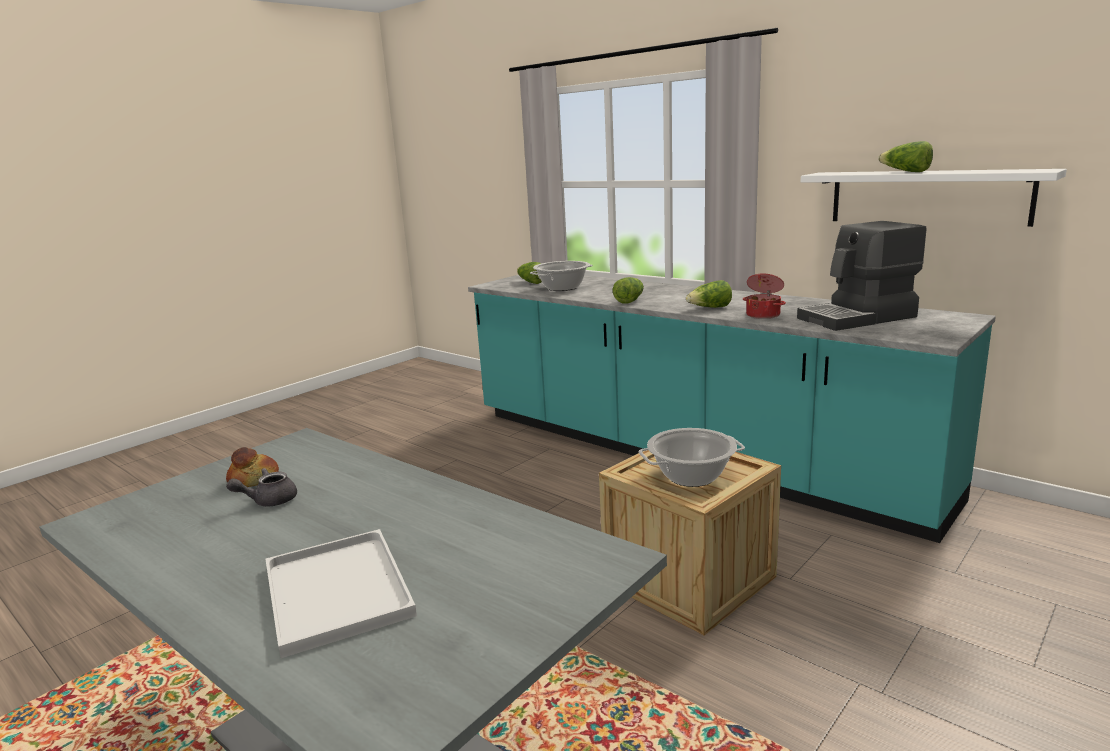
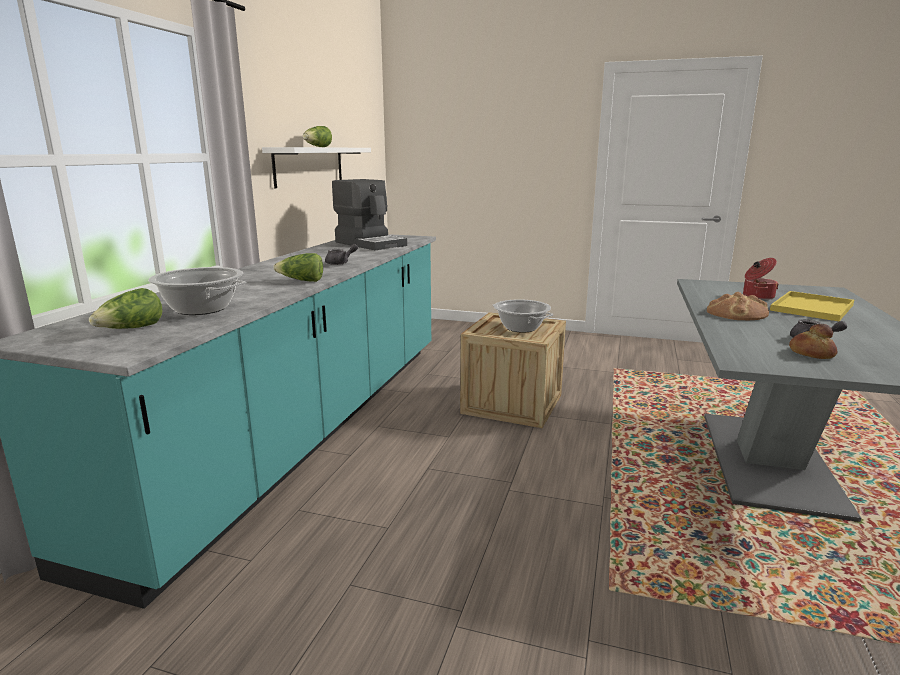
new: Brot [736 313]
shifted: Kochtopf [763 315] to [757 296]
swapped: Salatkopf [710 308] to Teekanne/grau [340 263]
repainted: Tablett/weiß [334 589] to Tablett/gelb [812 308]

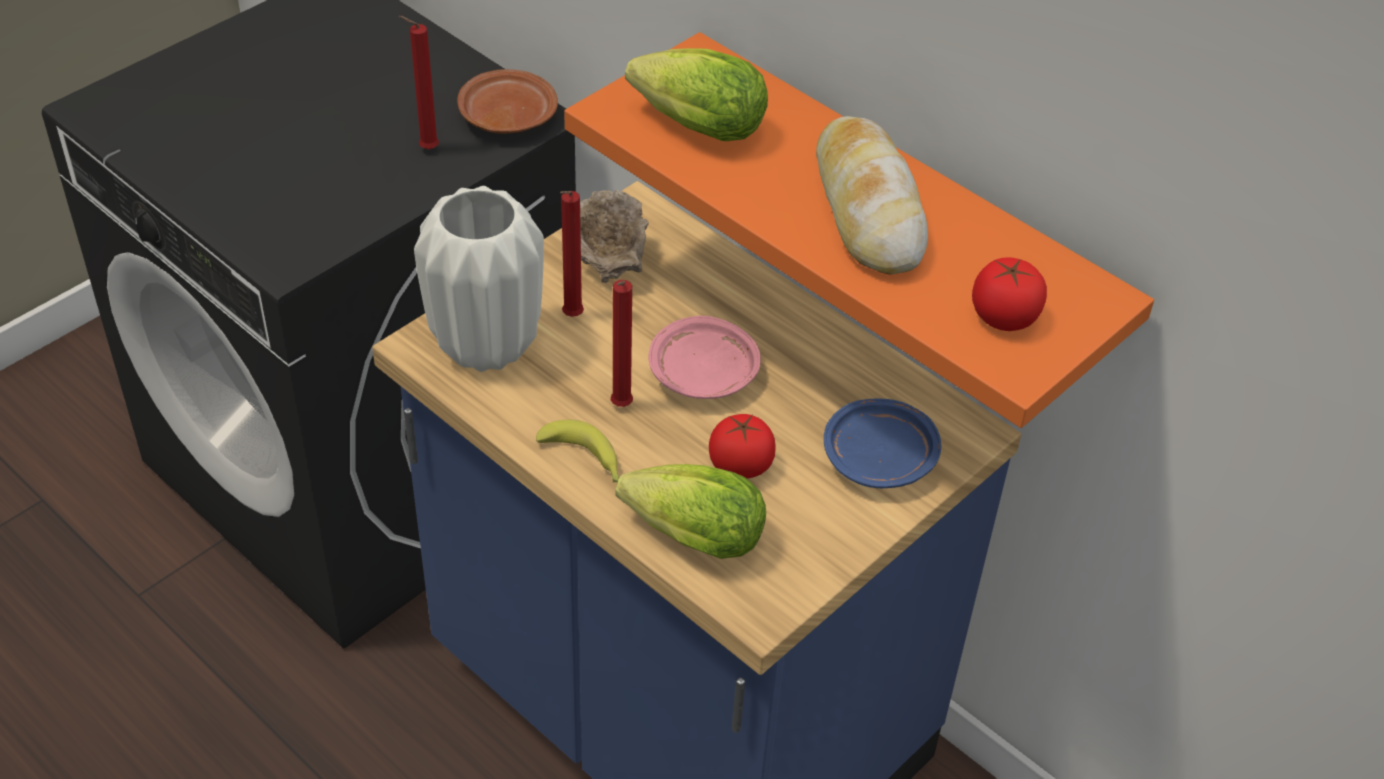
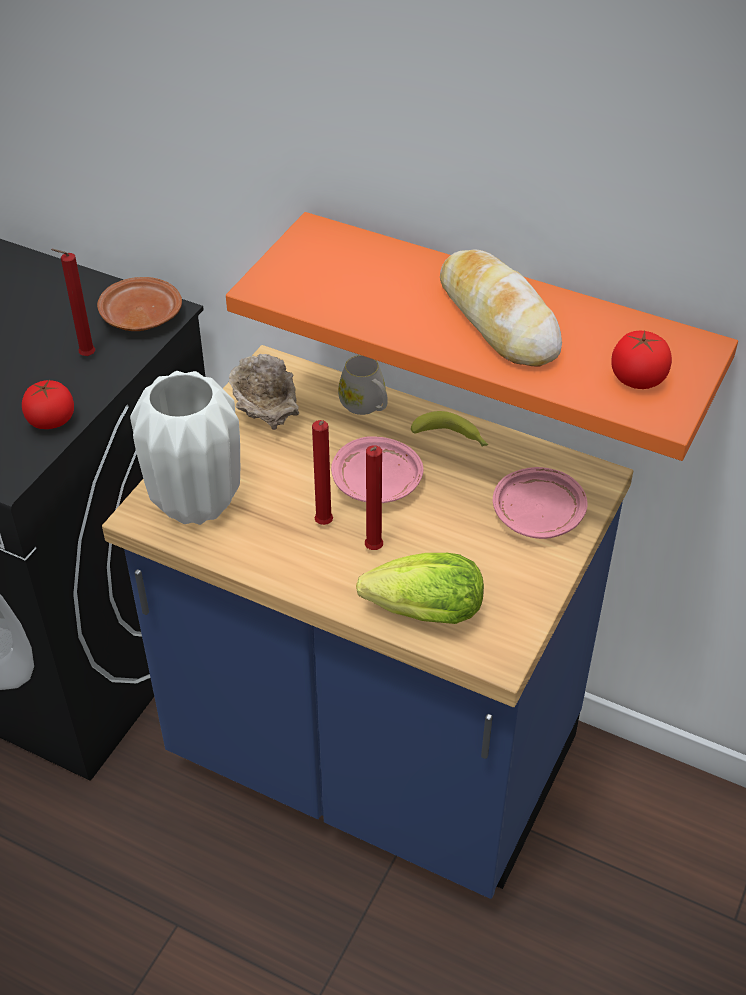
gone: Salatkopf [692 125]
new: Henkelbecher/weiß [366 406]
shifted: Tomate [740 465] to [51 421]; Kerze/rot [570 318] to [373 551]; Banane [585 460] to [451 438]
repainted: Teller/blau [880 457] to Teller/rosa [538 514]

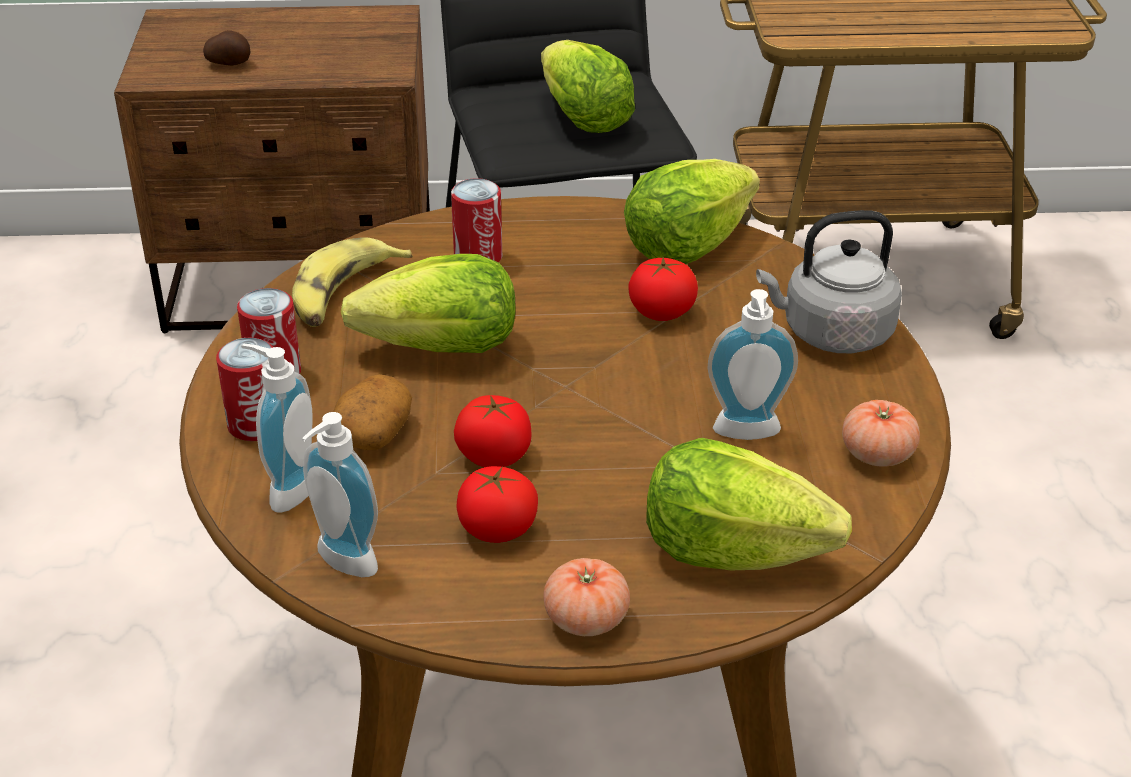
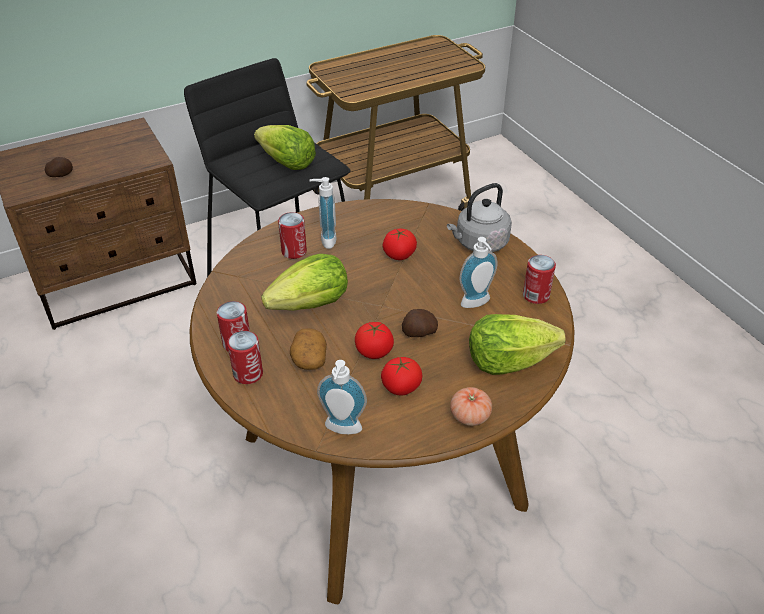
gone: Banane [344 295]; Salatkopf [686 246]
new: Kartoffel [419 333]
shifted: Seifenspender [286 489] to [325 240]
swapped: Tomate [877 454] to Dose [536 295]

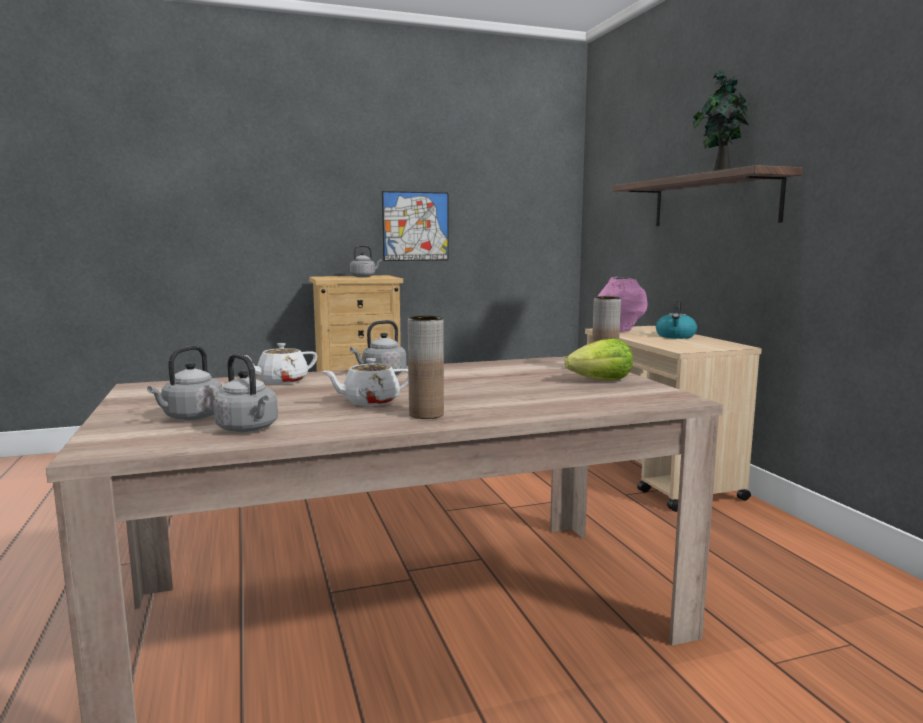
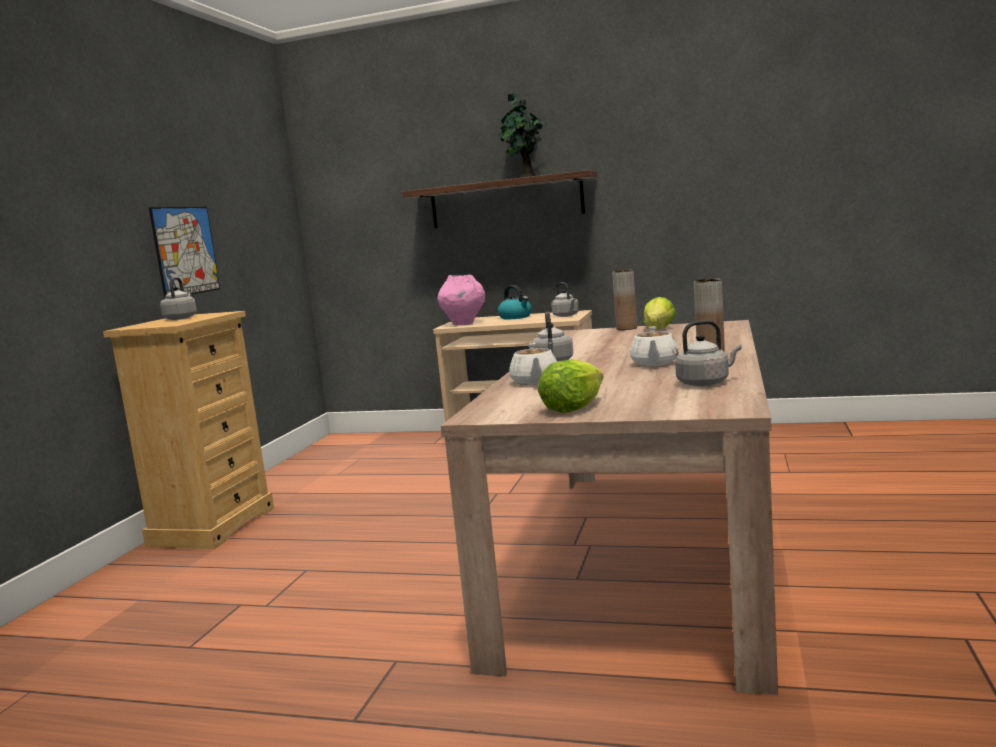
new: Salatkopf [572 408]
shifted: Wasserkessel/grau [191 417] to [566 316]

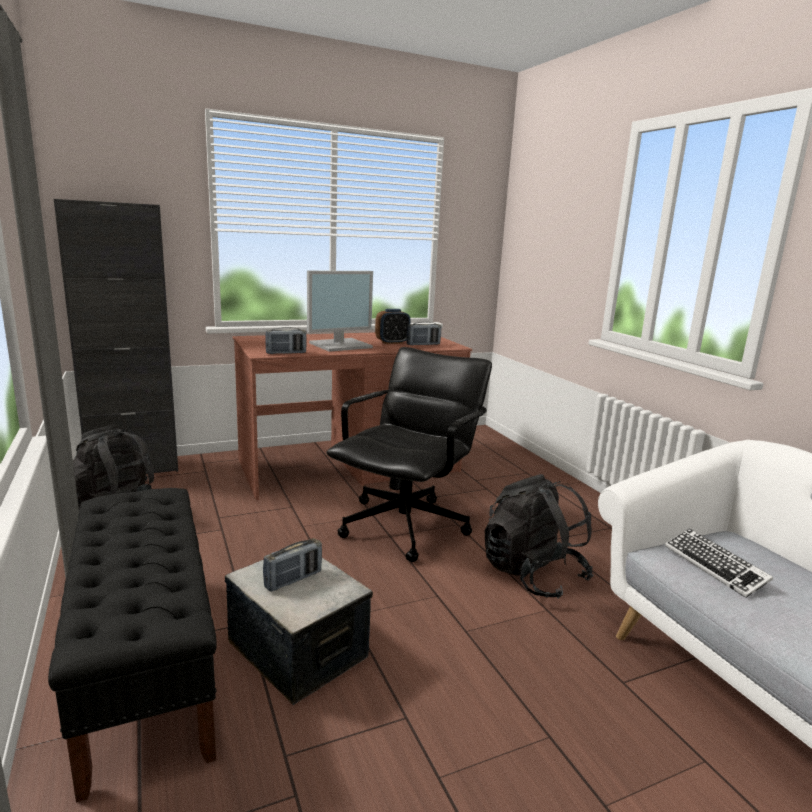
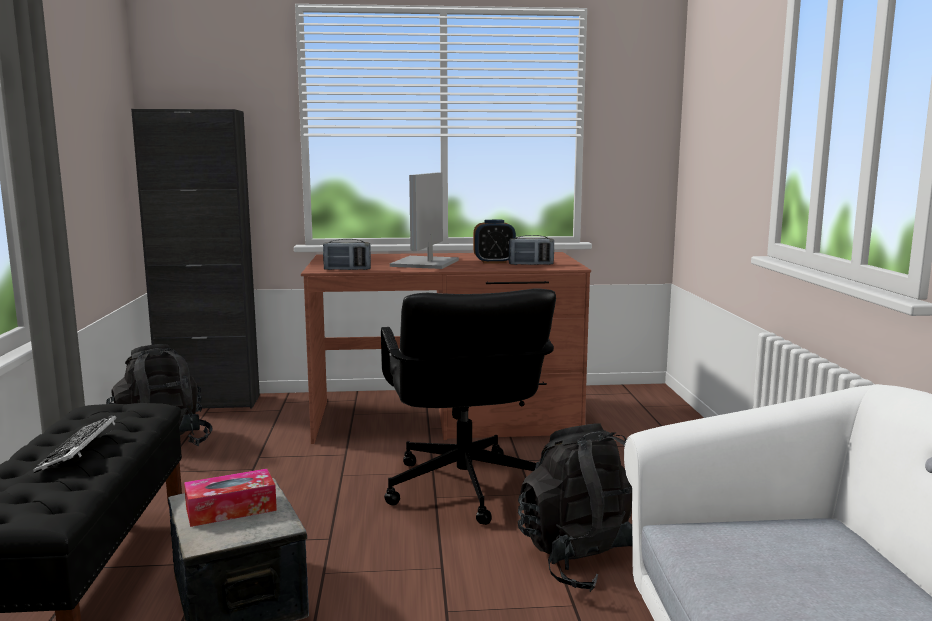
shifted: Tastatur [714 567] to [79 450]
swapped: Radio [293 580] to Taschentuchbox [231 509]
rotated: Bürostuhl/schwarz [406 526] = [463 488] 120 degrees clockwise; Monitor [341 345] = [425 263] 120 degrees clockwise

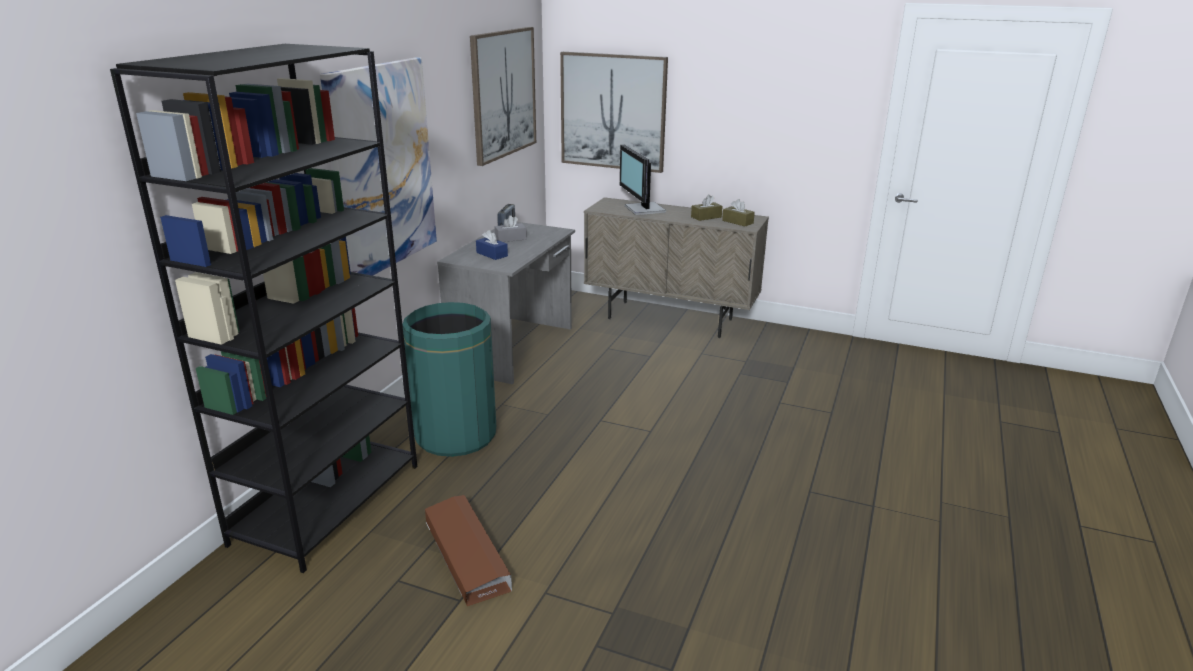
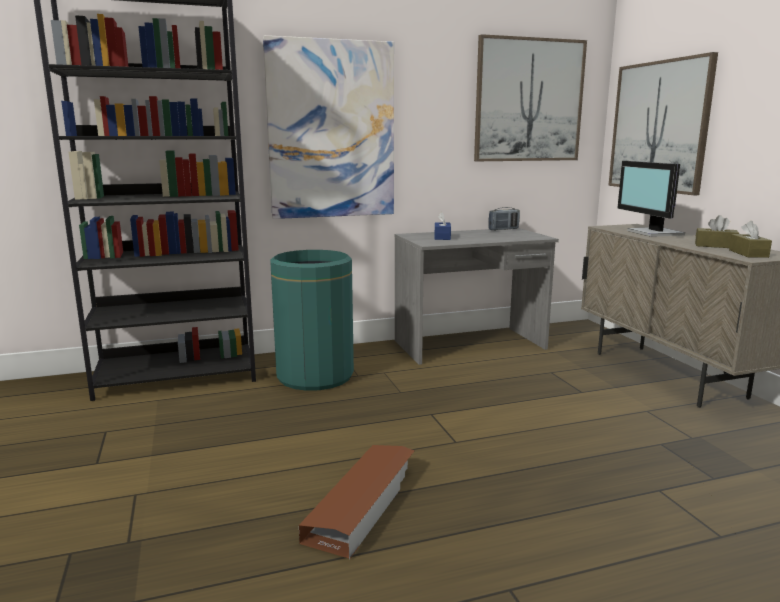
gone: Taschentuchbox/grau [510 238]
shifted: Aufbewahrungsbox/braun [466 554] to [363 503]
rotated: Monitor [643 209] = [653 233] 45 degrees counterclockwise

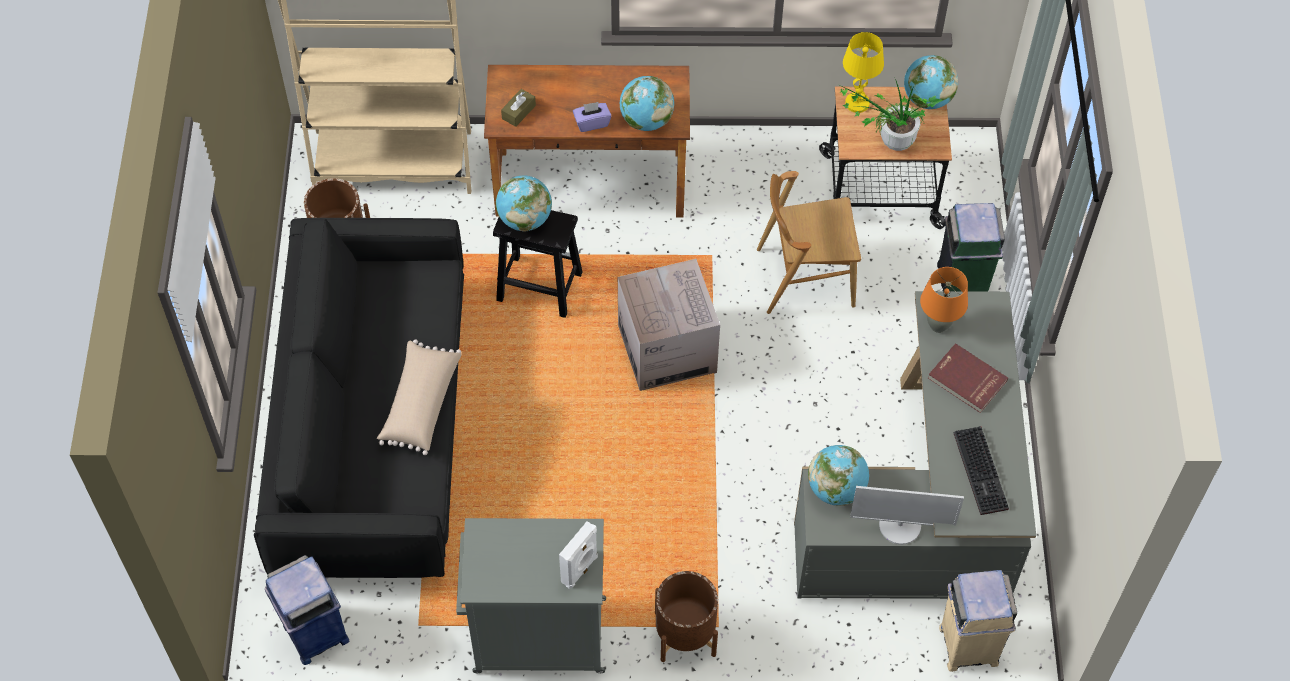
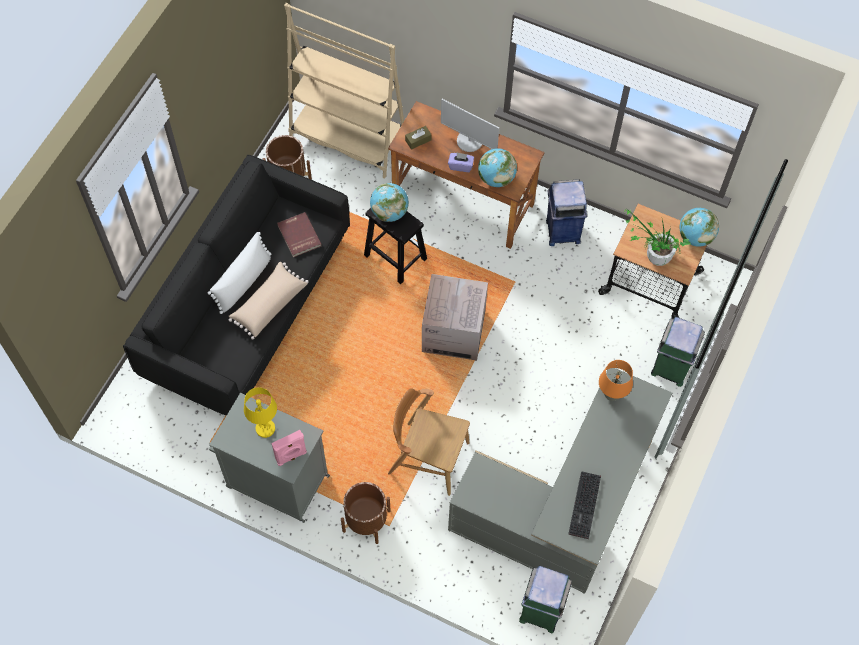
gone: Globus [836 489]
new: Kissen/weiß [243 282]
shifted: Tischlampe/gelb [857 103] to [265 428]; Buch/rot [966 380] to [298 236]; Stuhl/braun [804 277] to [428 458]; Monitor [900 525] to [469 141]; Mülleimer/blau [314 634] to [562 231]
repainted: Lautsprecher/weiß [580 570] to Lautsprecher/rosa [291 456]; Mülleimer/beige [968 644] to Mülleimer/grün [541 610]

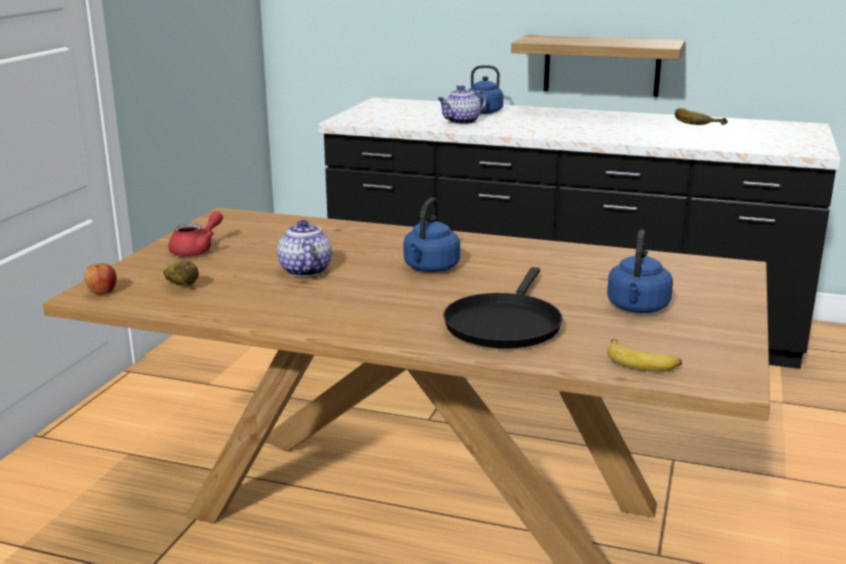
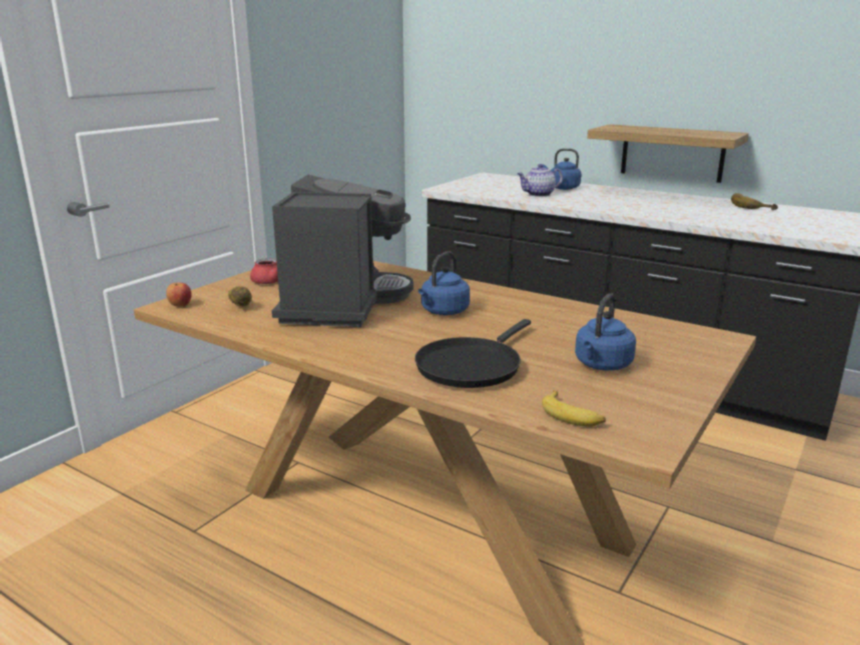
swapped: Teekanne [304 270] to Kaffeemaschine [341 303]

